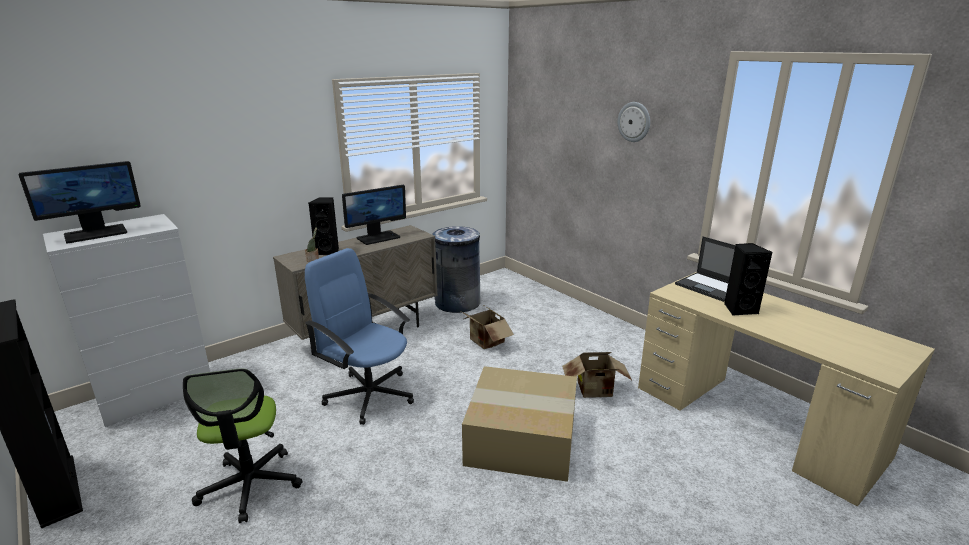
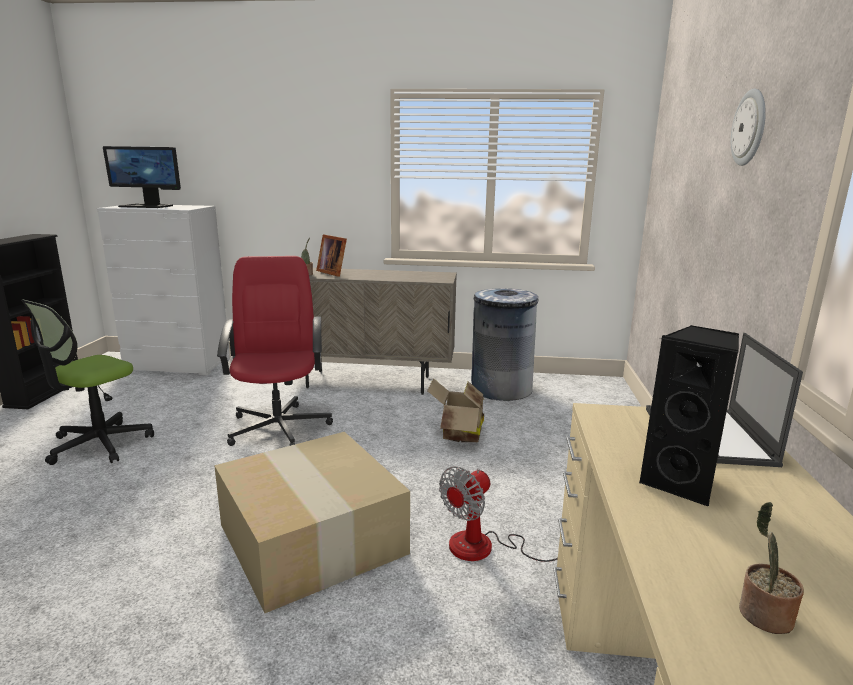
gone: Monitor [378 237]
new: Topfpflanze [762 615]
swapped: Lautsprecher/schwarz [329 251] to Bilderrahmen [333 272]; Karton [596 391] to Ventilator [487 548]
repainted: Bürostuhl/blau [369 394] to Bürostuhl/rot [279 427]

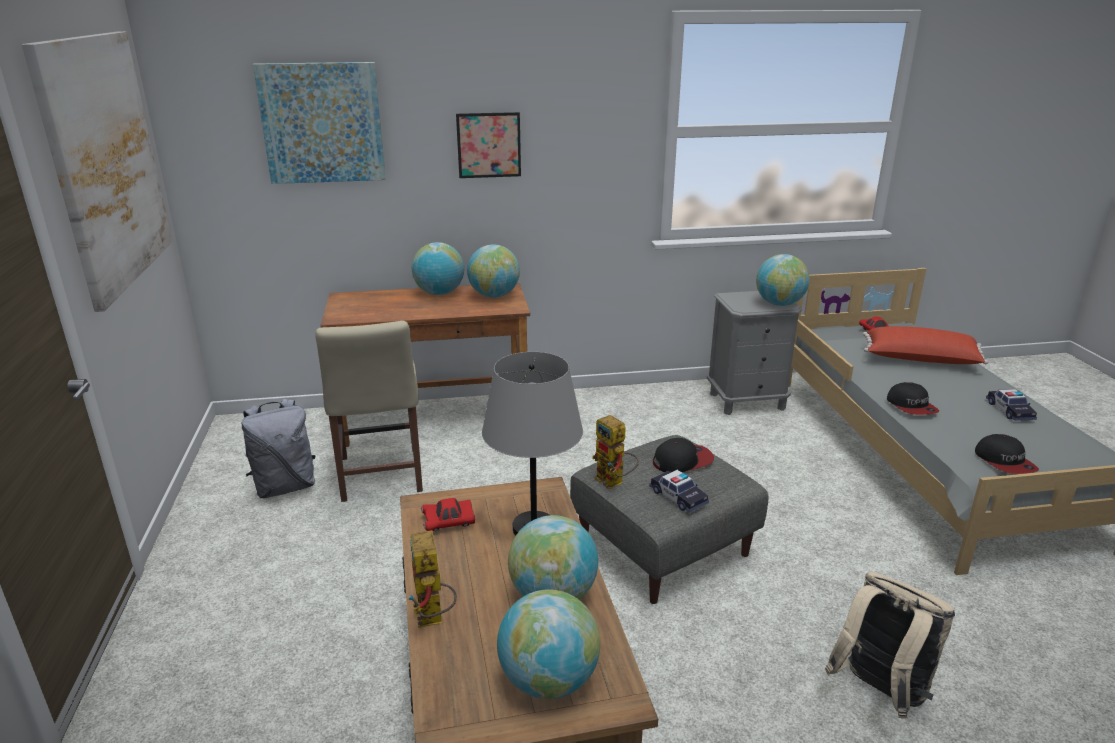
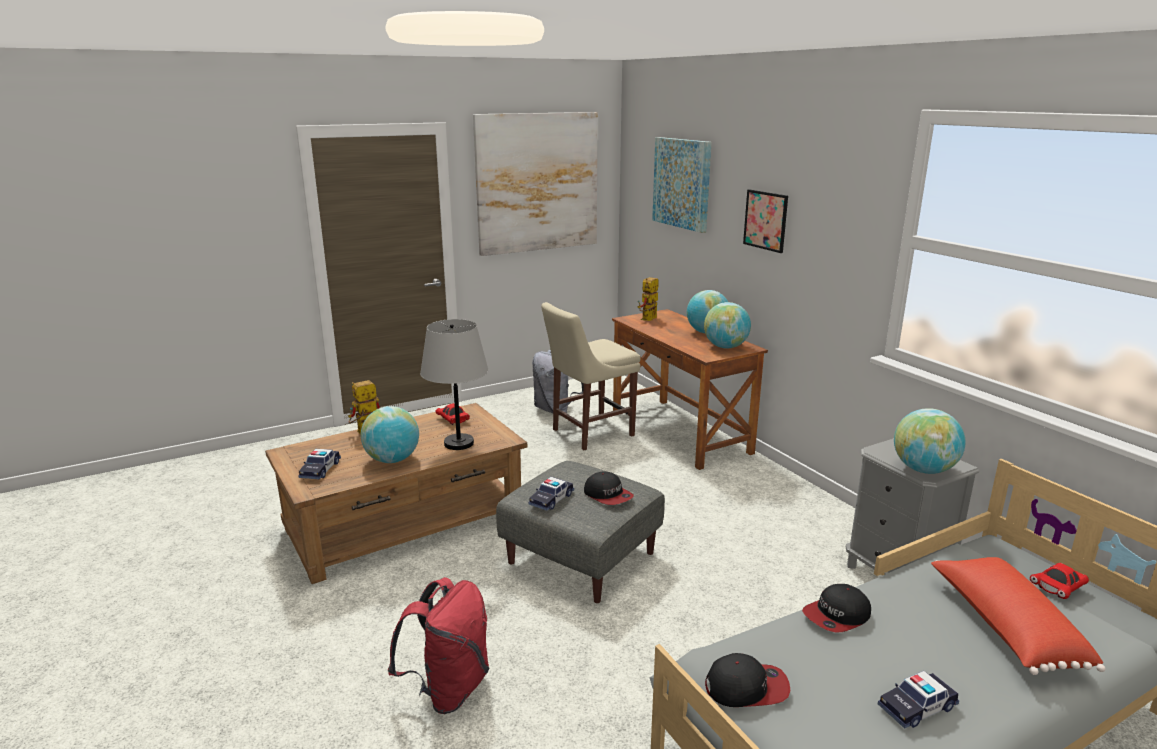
shifted: Spielzeugroboter [614 482] to [648 320]
swapped: Globus [548 680] to Spielzeugauto [320 470]
repainted: Rucksack/beige [879 692] to Rucksack/rot [448 689]
rotated: Kappe [1005 462] = [747 687] 150 degrees counterclockwise

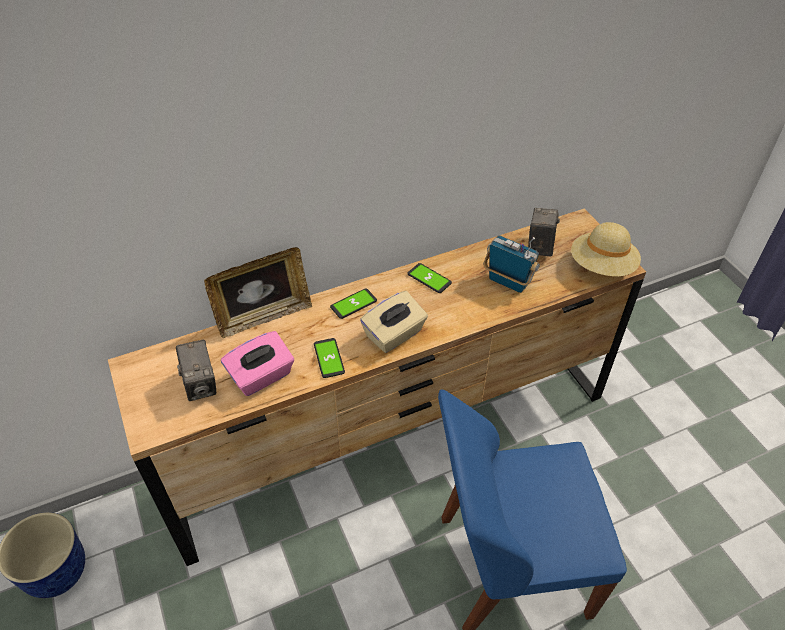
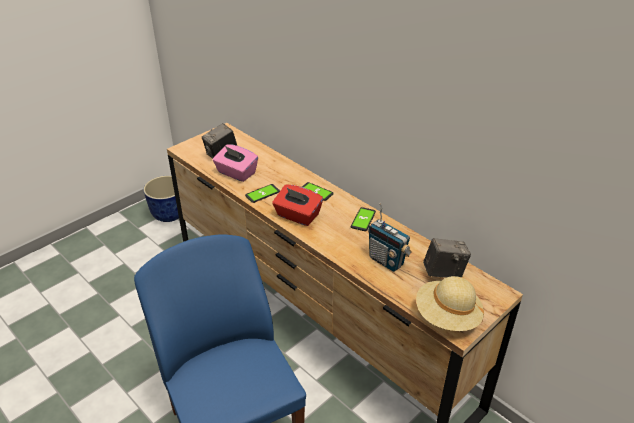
gone: Bilderrahmen [264 316]
repainted: Taschentuchbox/beige [394 335] to Taschentuchbox/rot [297 216]
rotated: Radio [508 282] = [386 261] 120 degrees clockwise

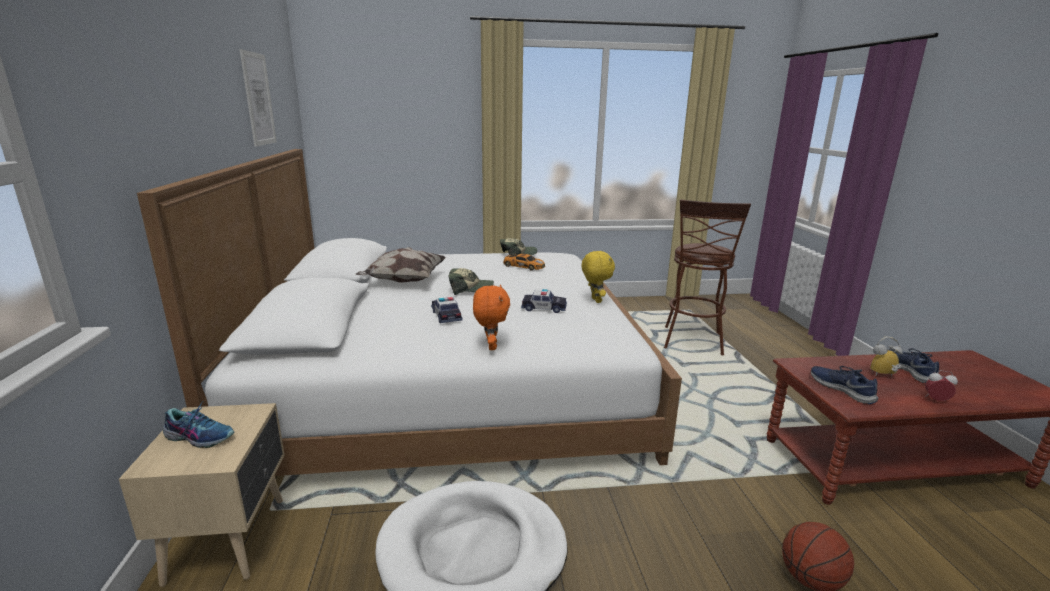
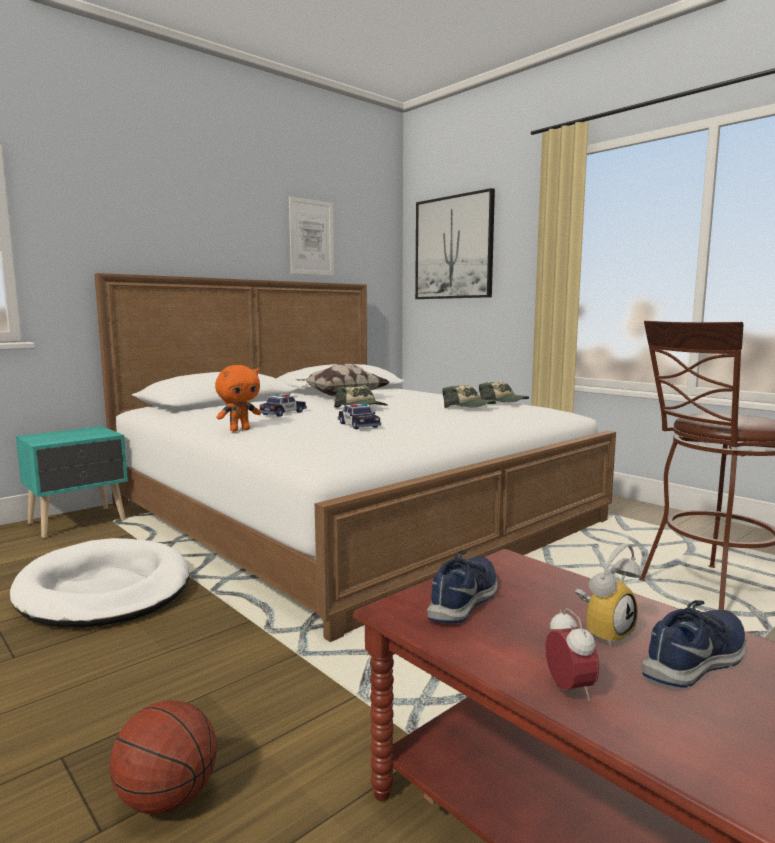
gone: Schuh [200 437]; Plüschtier/gelb [595 300]
new: Bild [453 248]
swapped: Spielzeugauto [523 266] to Kappe [469 407]
repainted: Nachttisch/beige [230 538] to Nachttisch/türkis [79 522]
rotated: Wecker [883 375] = [604 631] 90 degrees clockwise

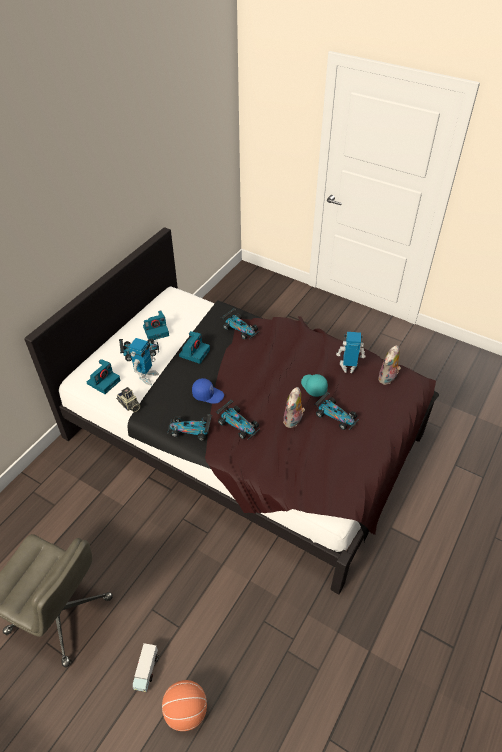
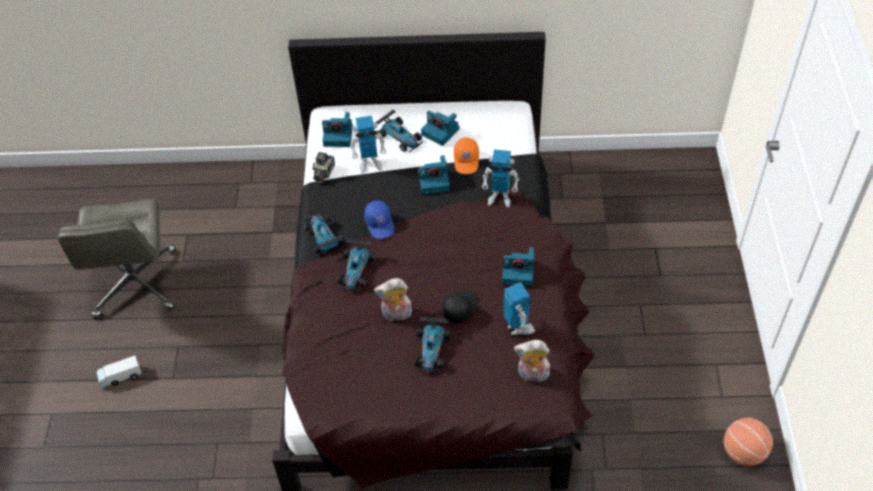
new: Kappe/orange [467 161]; Kamera [519 271]
shifted: Basketball [186 711] to [743 452]
swapped: Spielzeugauto [240 328] to Spielzeugroboter [500 197]
repainted: Kappe/türkis [313 387] to Kappe/schwarz [460 308]

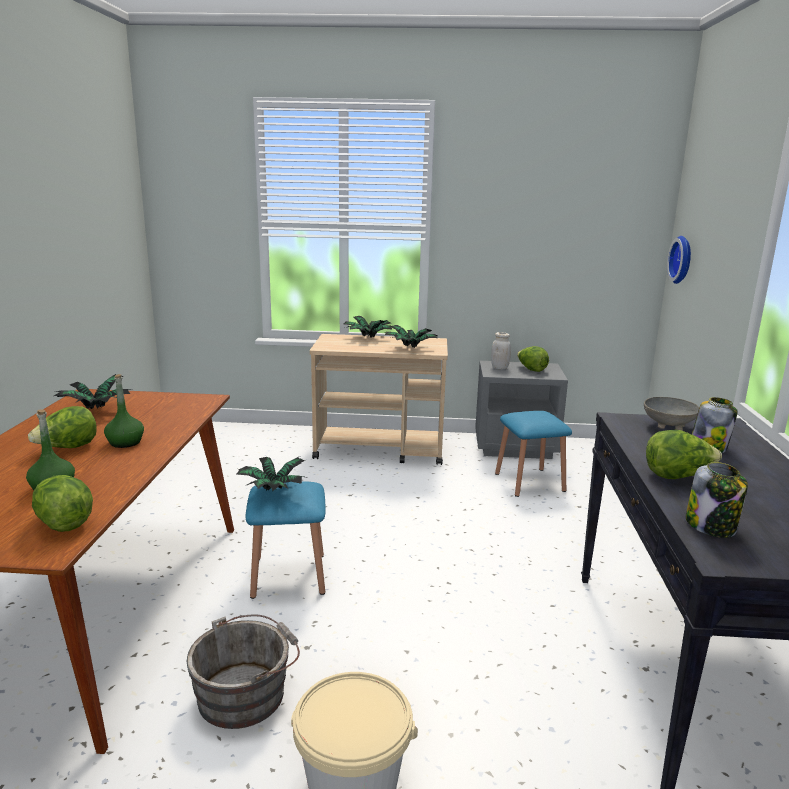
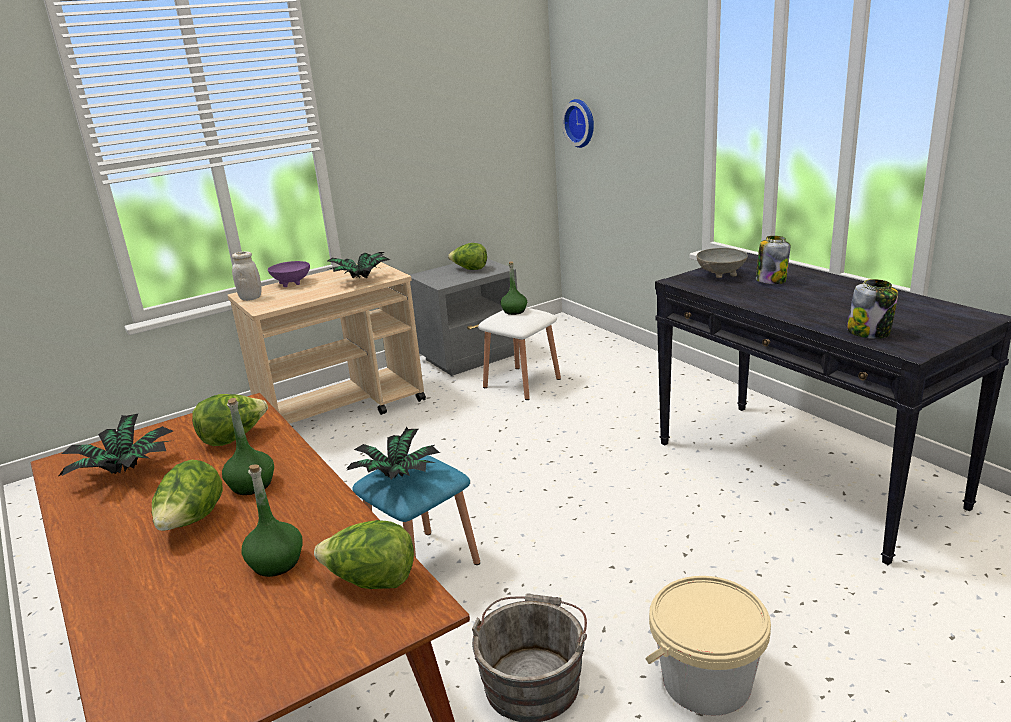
new: Flasche/grün [514 311]
shifted: Salatkopf [677 476] to [233 438]; Vorratsglas/weiß [499 368] to [250 298]
swapped: Topfpflanze [367 338] to Schüssel/lila [292 283]
repainted: Hocker/blau [529 482] to Hocker/weiß [522 383]

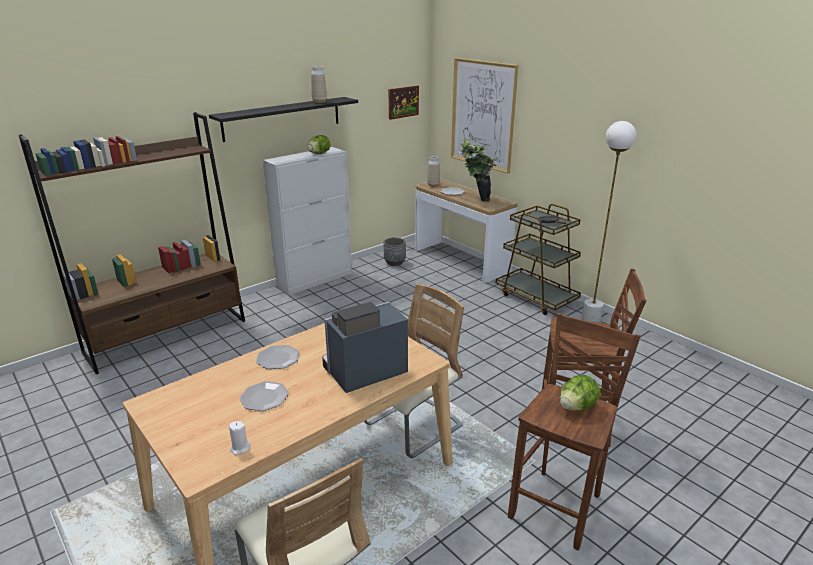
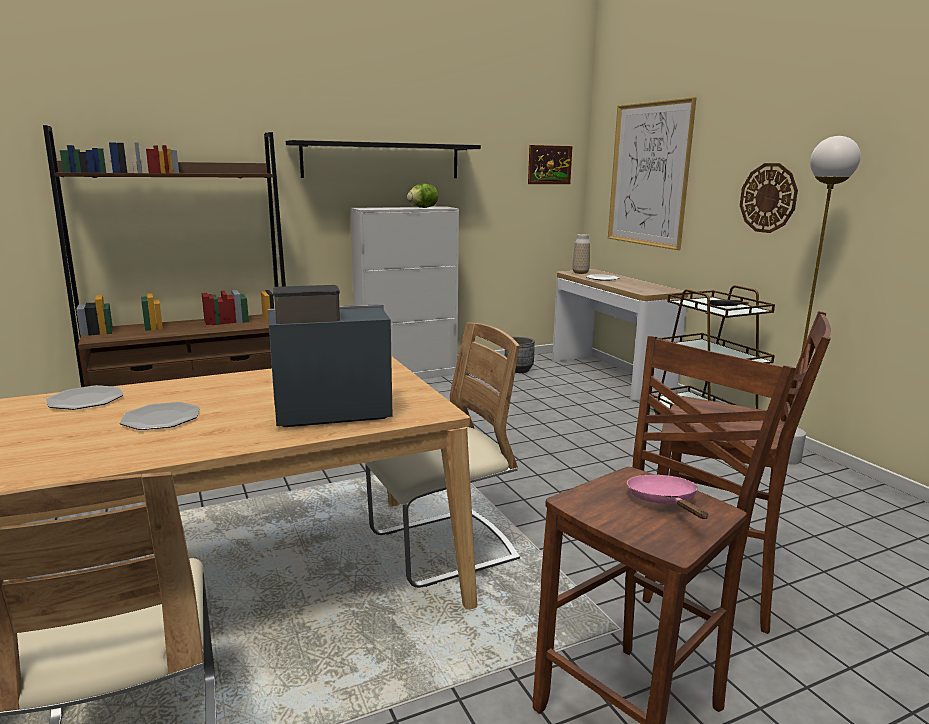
gone: Kerze/weiß [240 448]; Vase [319 102]; Topfpflanze [475 200]
new: Wanduhr [768 198]
shifted: Teller [278 358] to [85 400]
swapped: Salatkopf [577 407] to Pfanne/rosa [664 502]

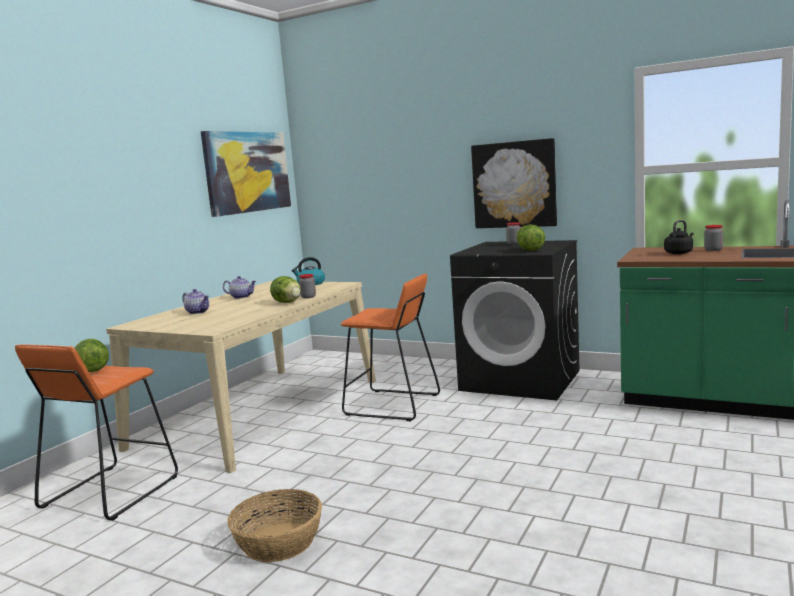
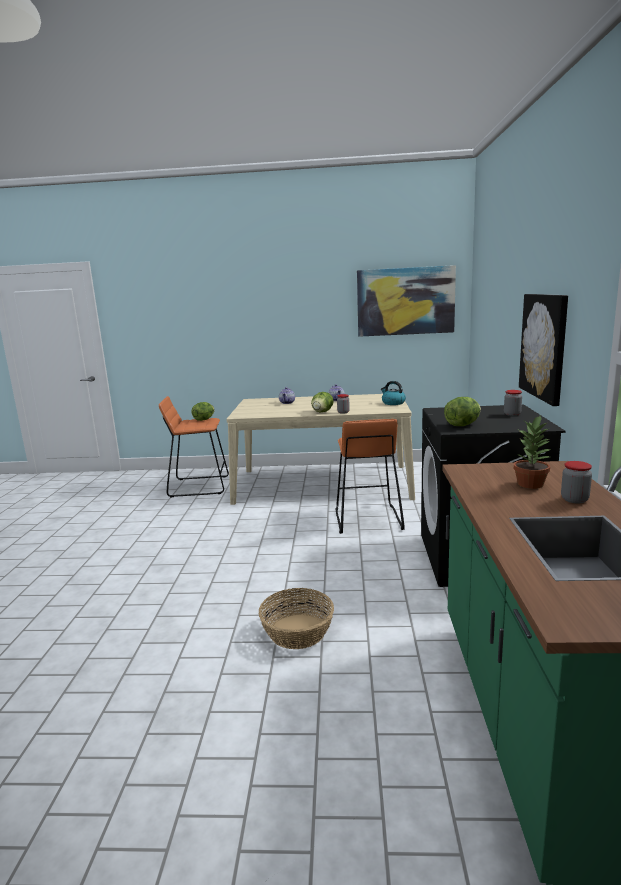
shifted: Korb [279 542] to [297 632]
swapped: Wasserkessel/schwarz [679 253] to Topfpflanze [531 484]

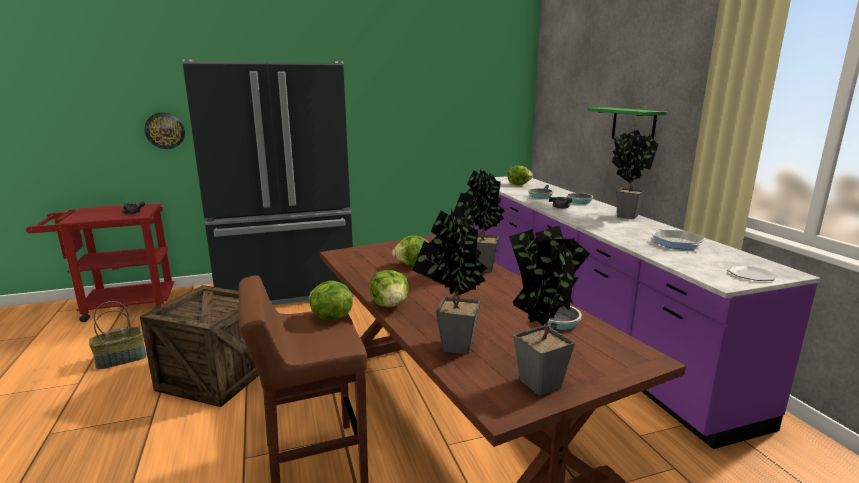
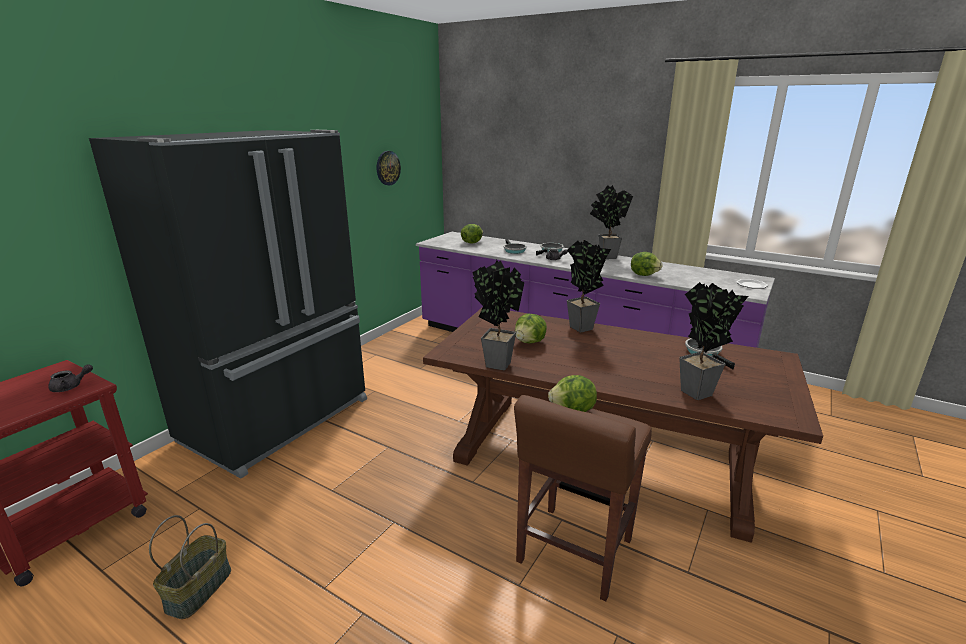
gone: Kiste [216 376]; Wandregal/grün [633 125]; Pfanne [677 243]
shifted: Wanduhr [165 130] to [387 168]; Topfpflanze [539 379] to [495 363]; Salatkopf [390 305] to [644 275]

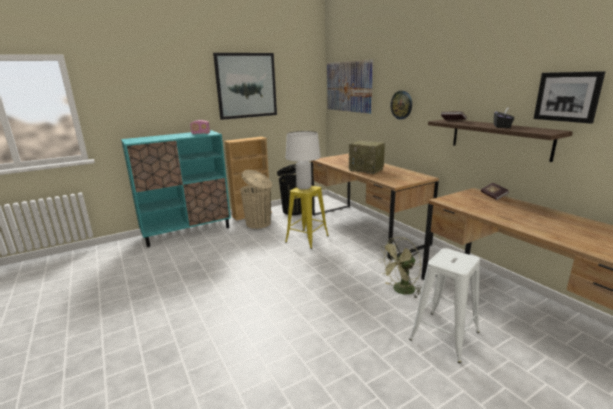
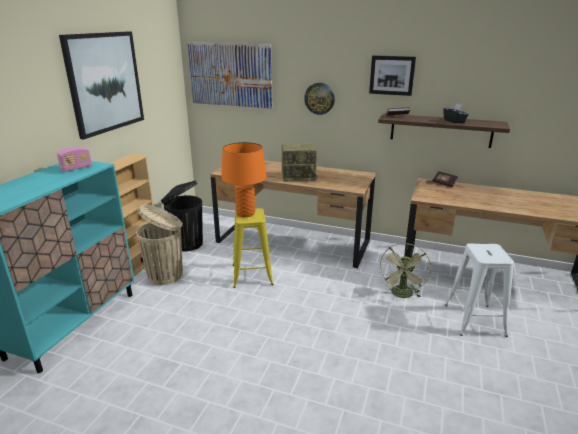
shifted: Bild [567 96] to [392 75]
repainted: Tischlampe/weiß [303 187] to Tischlampe/orange [245 214]

